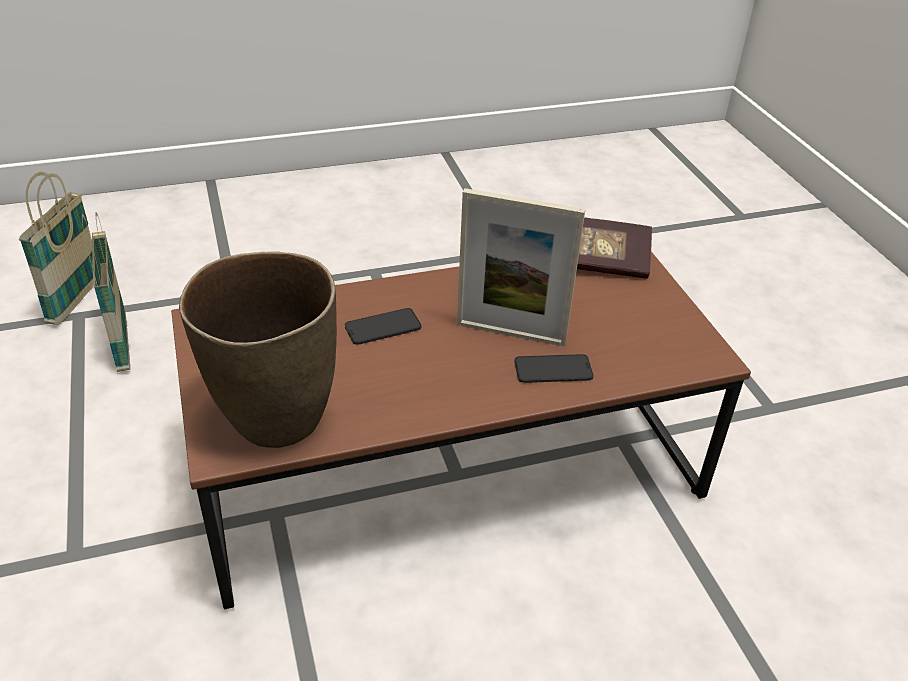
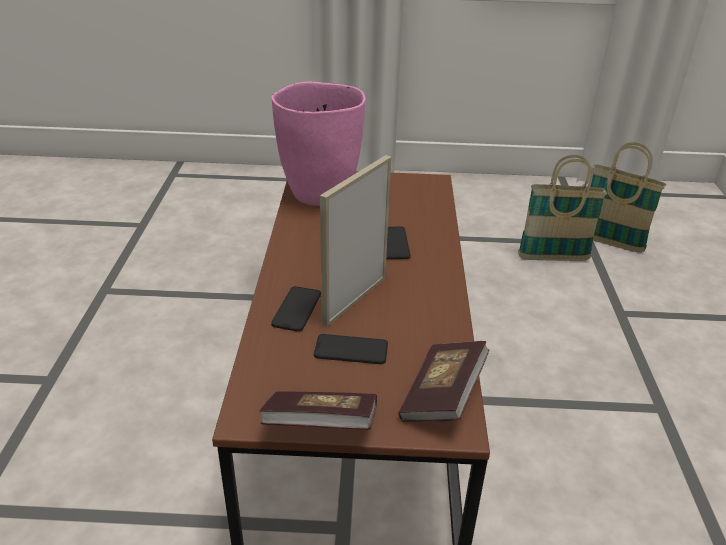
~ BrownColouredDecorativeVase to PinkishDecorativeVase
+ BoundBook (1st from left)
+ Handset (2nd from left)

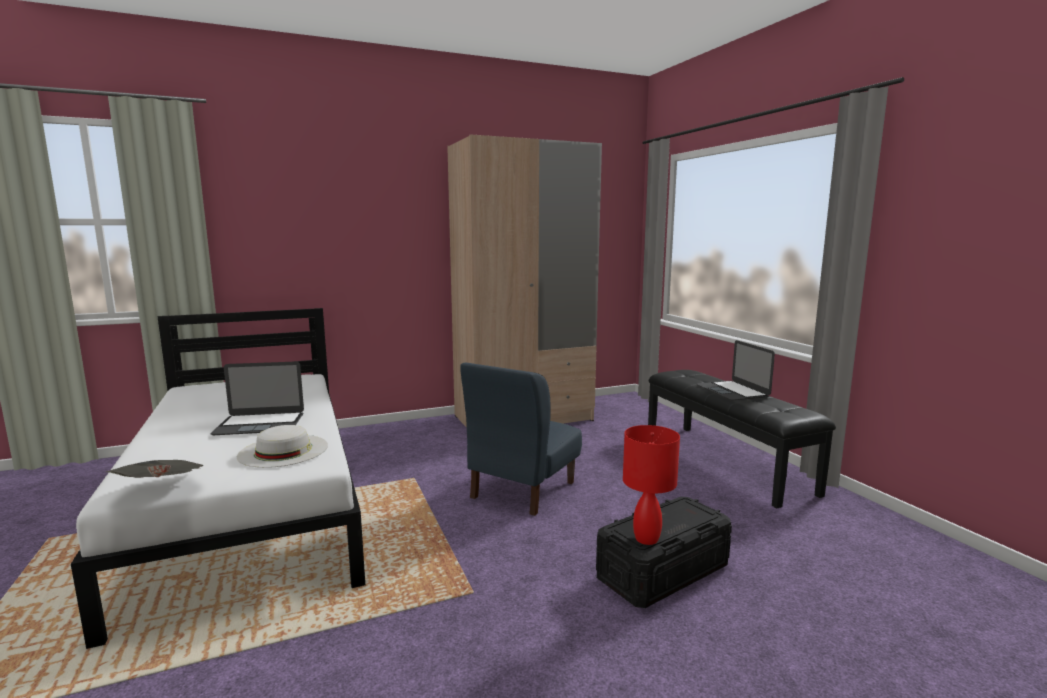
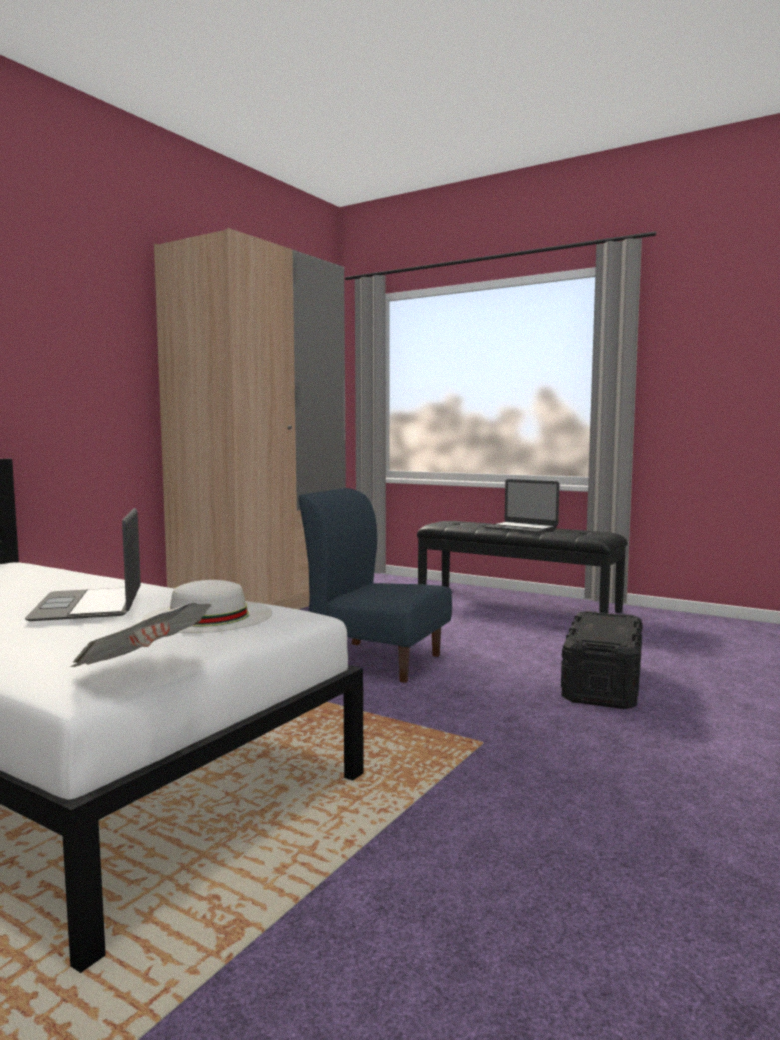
~ PortableComputer (1st from left) 120 degrees clockwise
~ BlueUprightChair 120 degrees clockwise
- RedColouredLampForATable

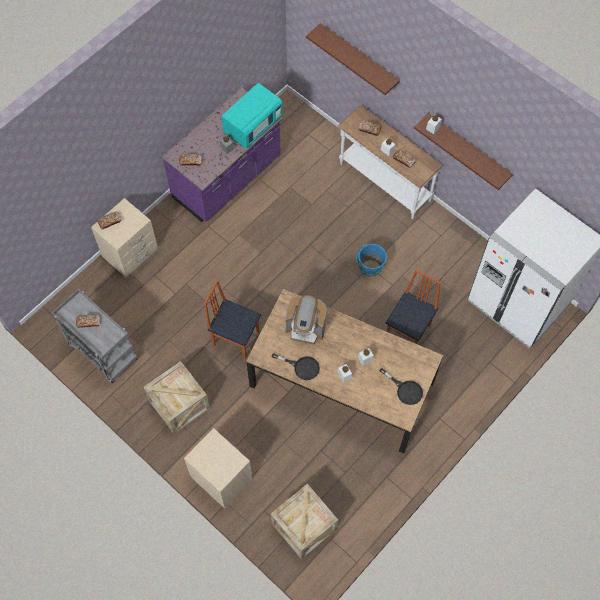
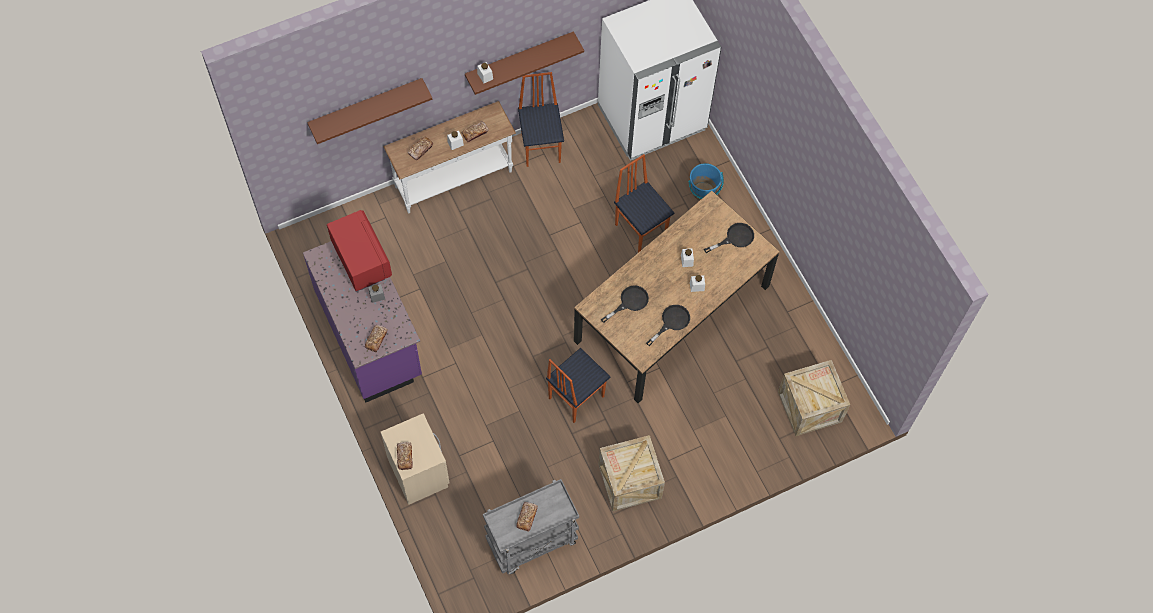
- BeigeBedsideTable (2nd from left)
~ TurquoiseColouredKitchenMicrowave to RedColouredKitchenMicrowave
~ CoffeeMaker to BlackishPan (1st from left)
~ BlueBucket
+ UprightChair (1st from left)

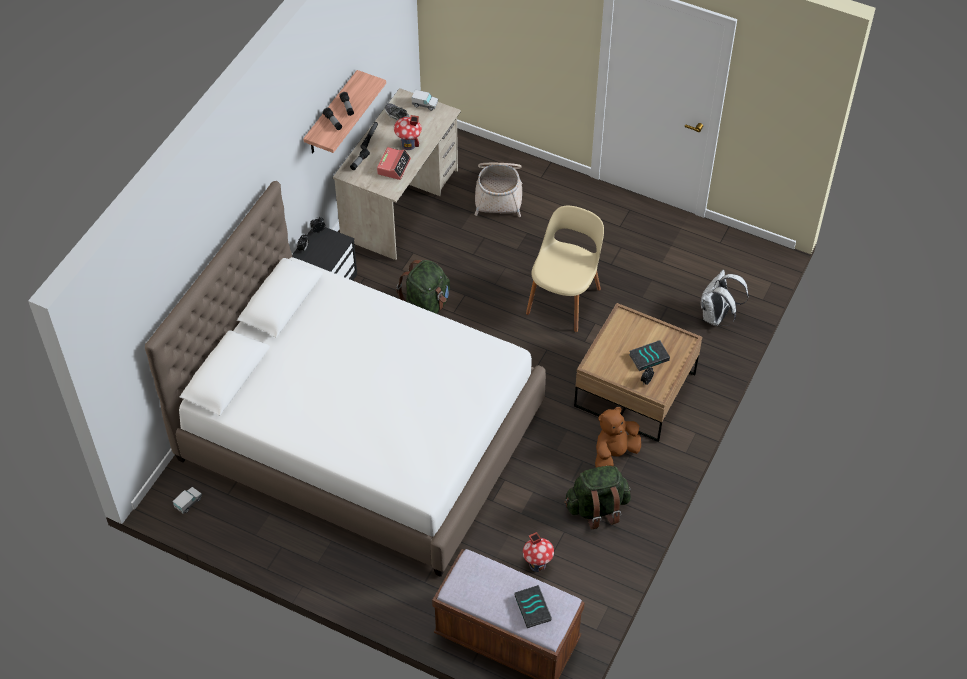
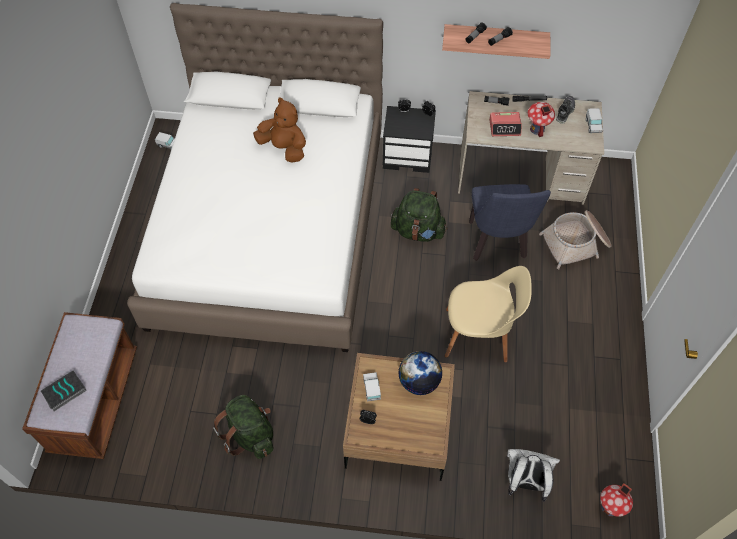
~ ToyHouse (2nd from left)
~ BrownColouredPlushToy
- BoundBook (2nd from left)
+ ToyLorry (2nd from left)
+ WorldGlobe
+ BlueUprightChair

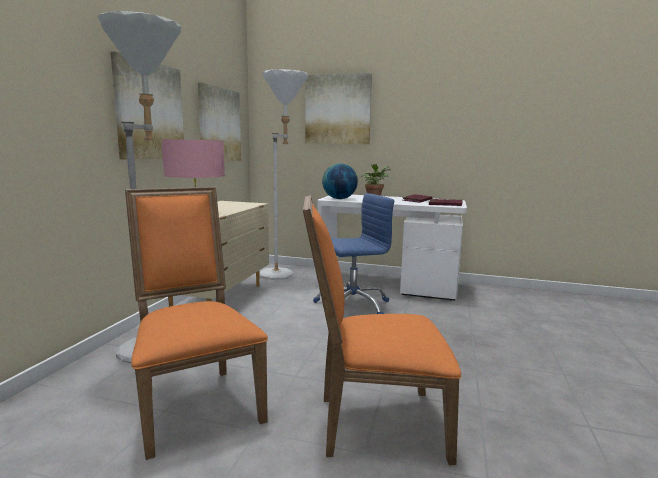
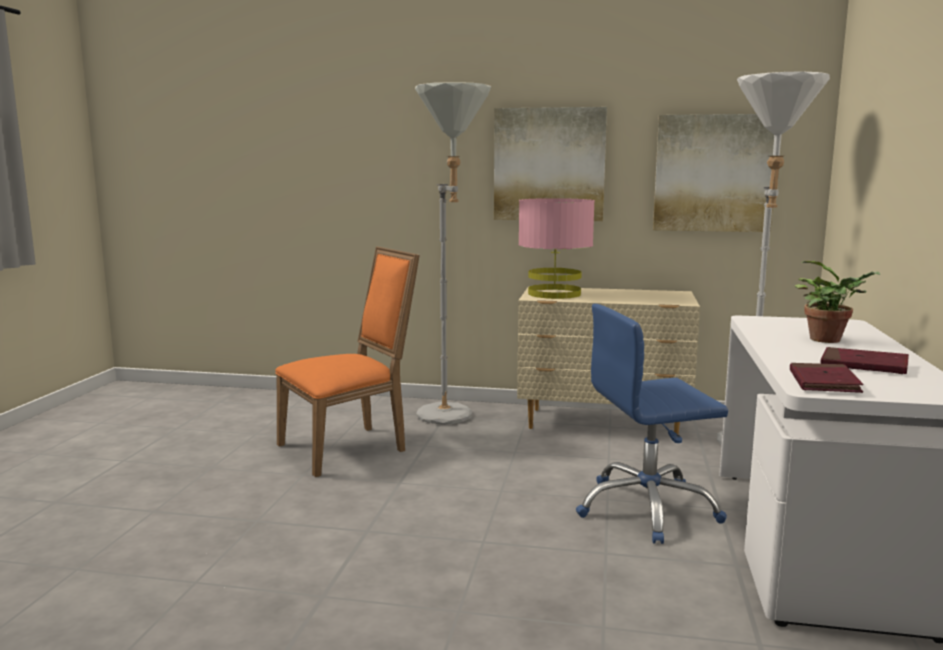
- OrangeUprightChair (2nd from left)
- WallArt (3rd from left)
~ BlueDeskChair 105 degrees clockwise
- WorldGlobe

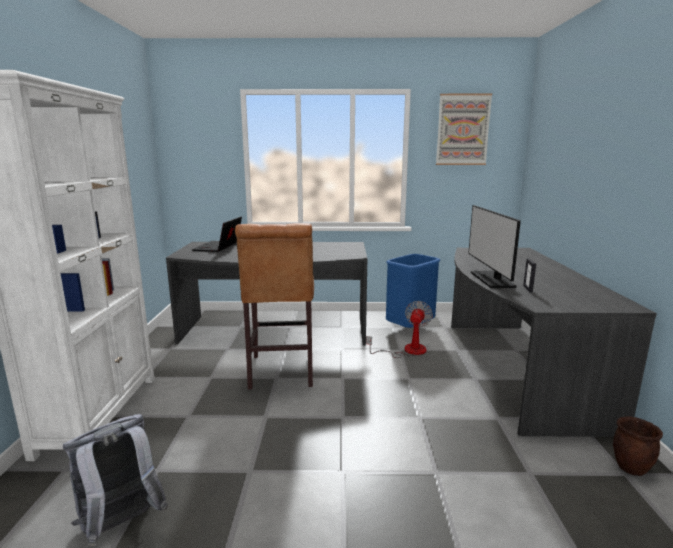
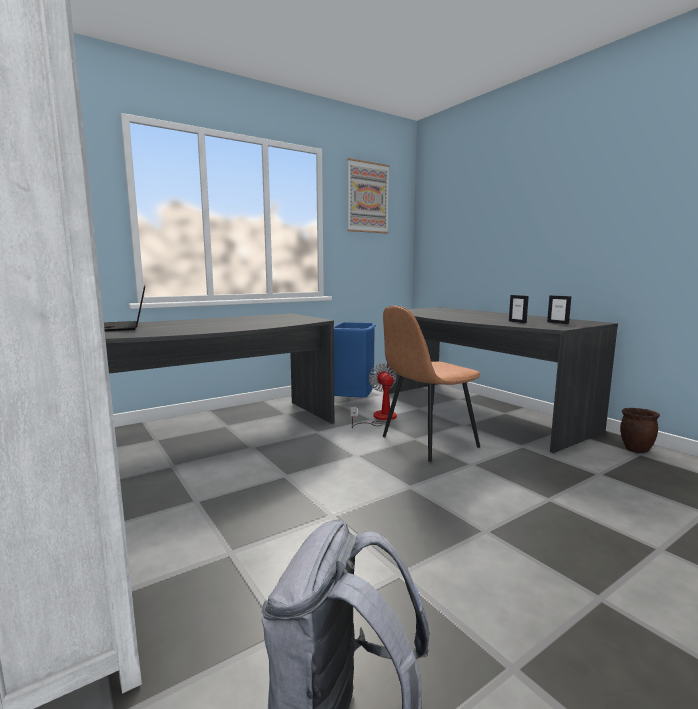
- BrownColouredSittingStool
- ComputerScreen
+ BrownColouredUprightChair
+ PictureFrame (2nd from left)

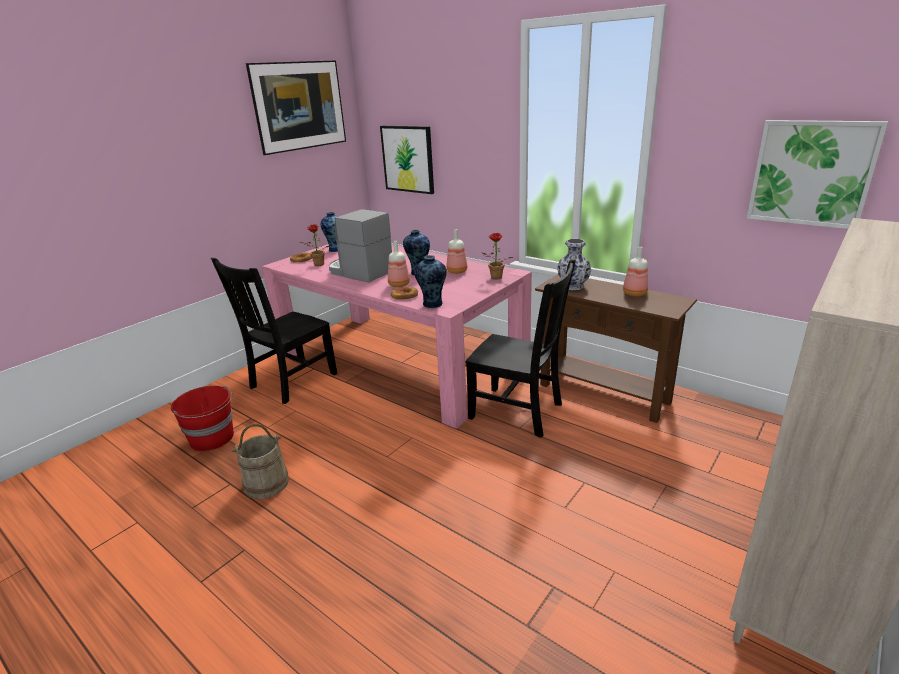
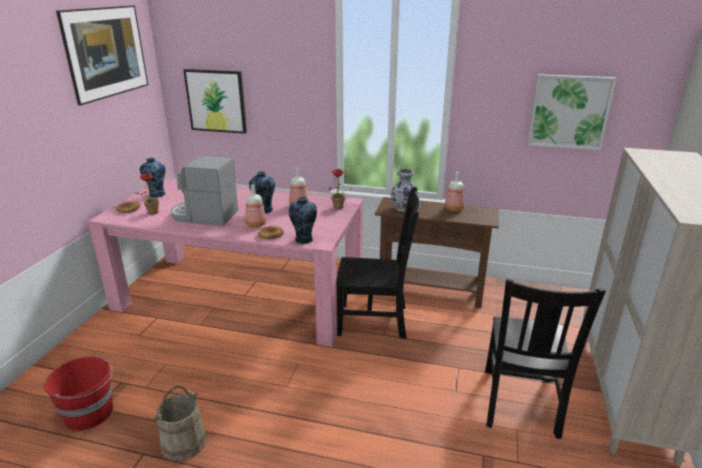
~ BlackishUprightChair (1st from left in the first image) to BlackishUprightChair (2nd from left)

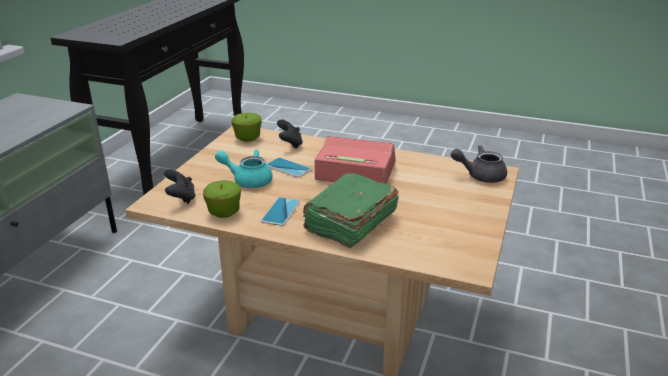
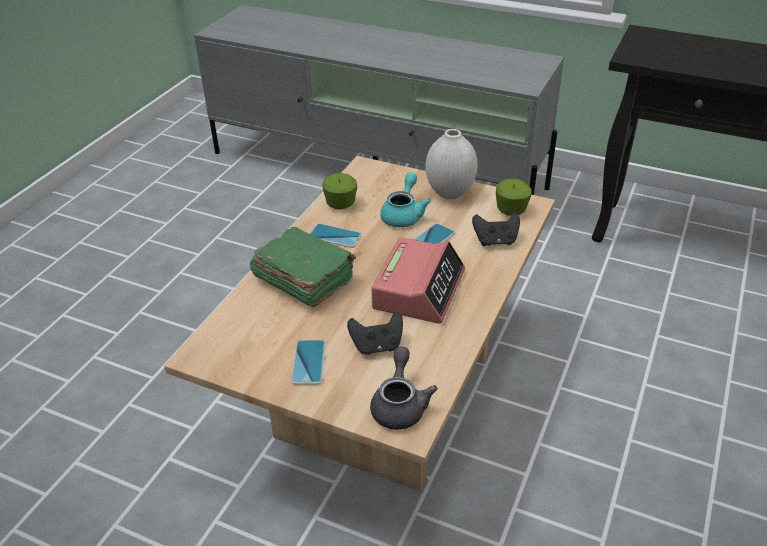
~ BlackishGamepad (1st from left)
+ Handset (1st from left)
+ WhitishDecorativeVase

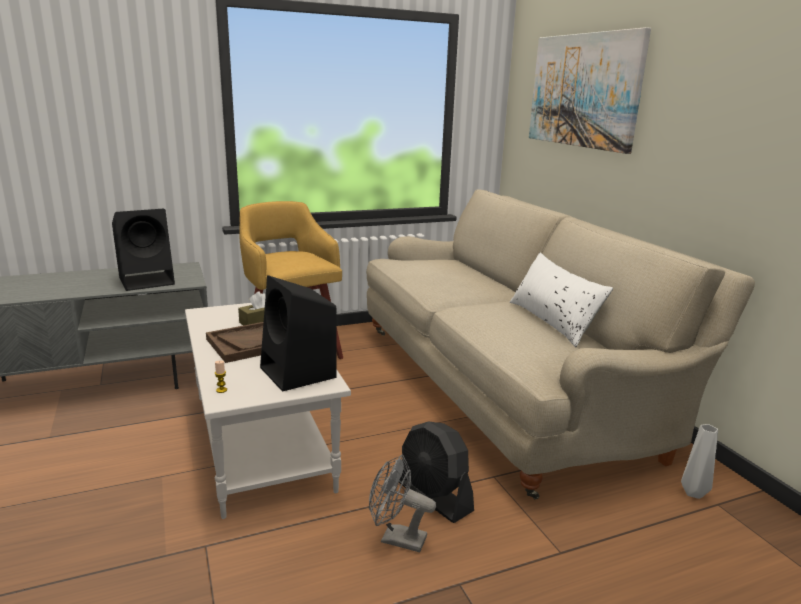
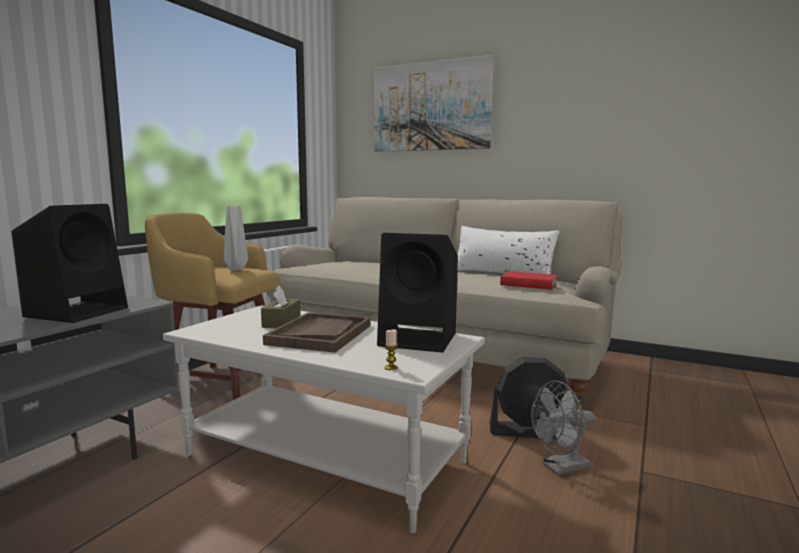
~ GreyDecorativeVase
+ RedColouredBoundBook

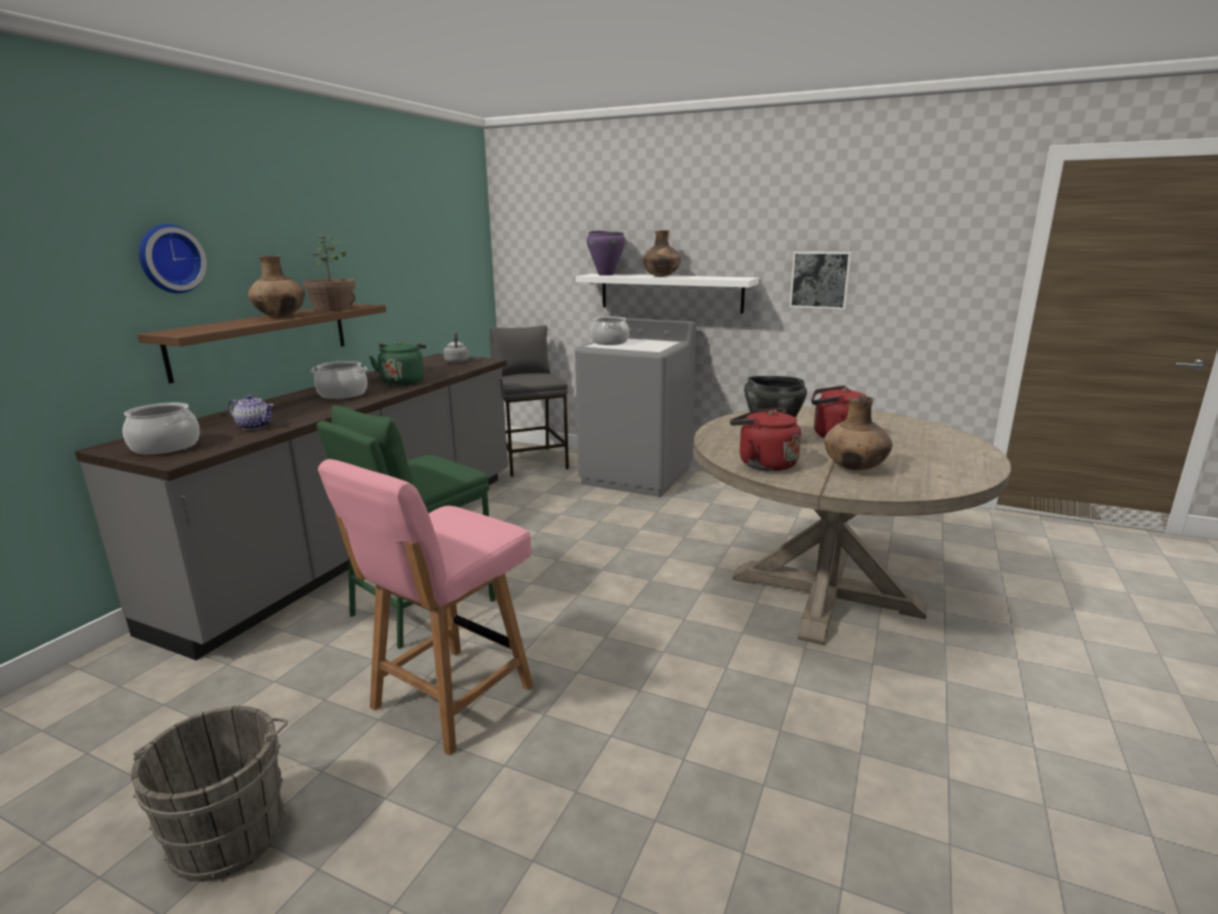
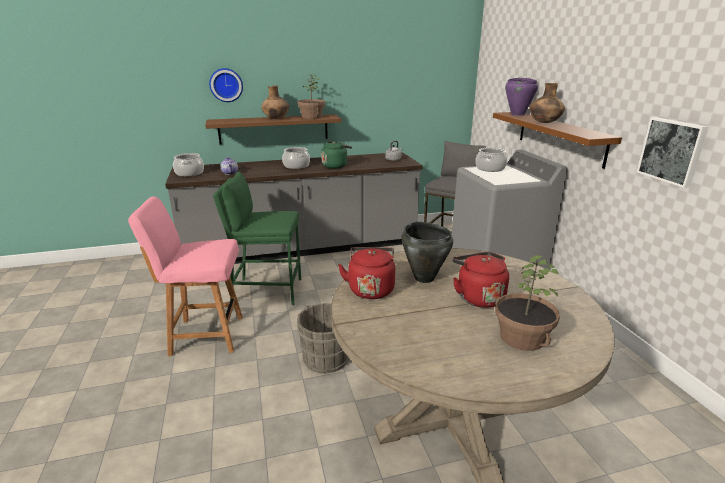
~ GreyBucket
~ WhitishShelf to BrownColouredShelf (2nd from left)
- BrownColouredDecorativeVase (3rd from left)
+ PlantInAPot (2nd from left)

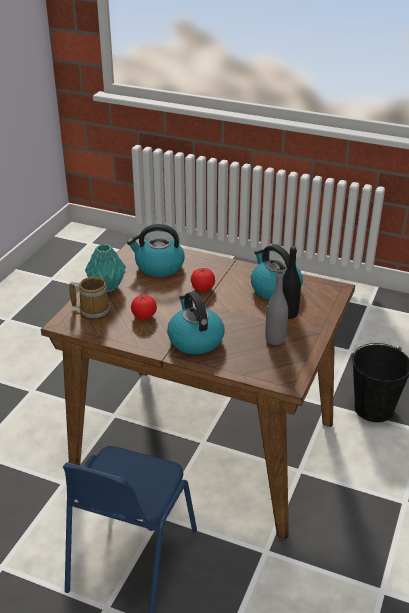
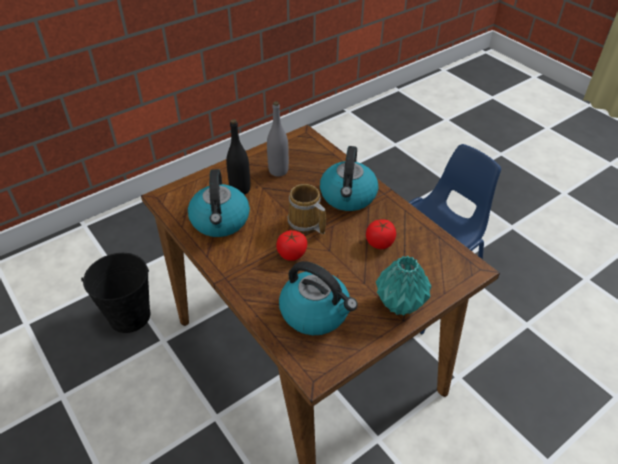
~ Mug

